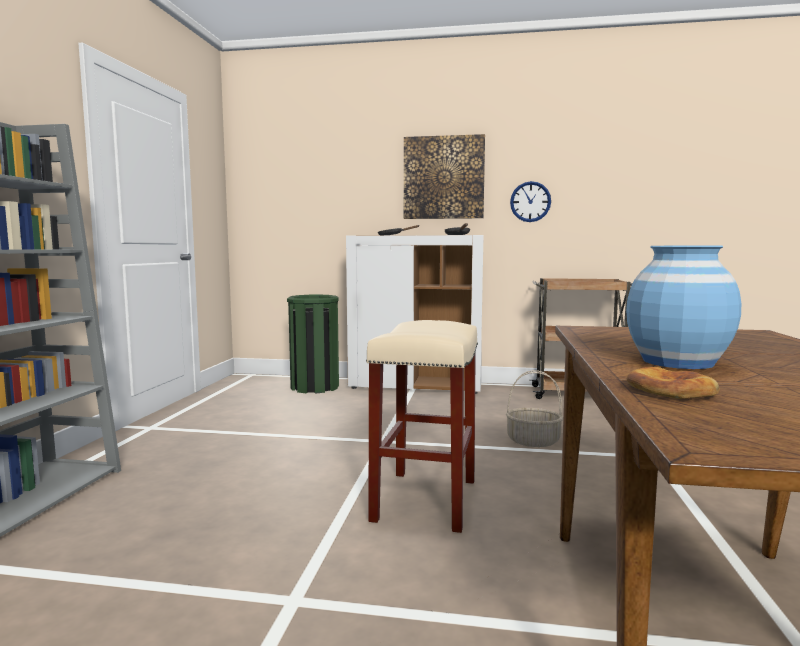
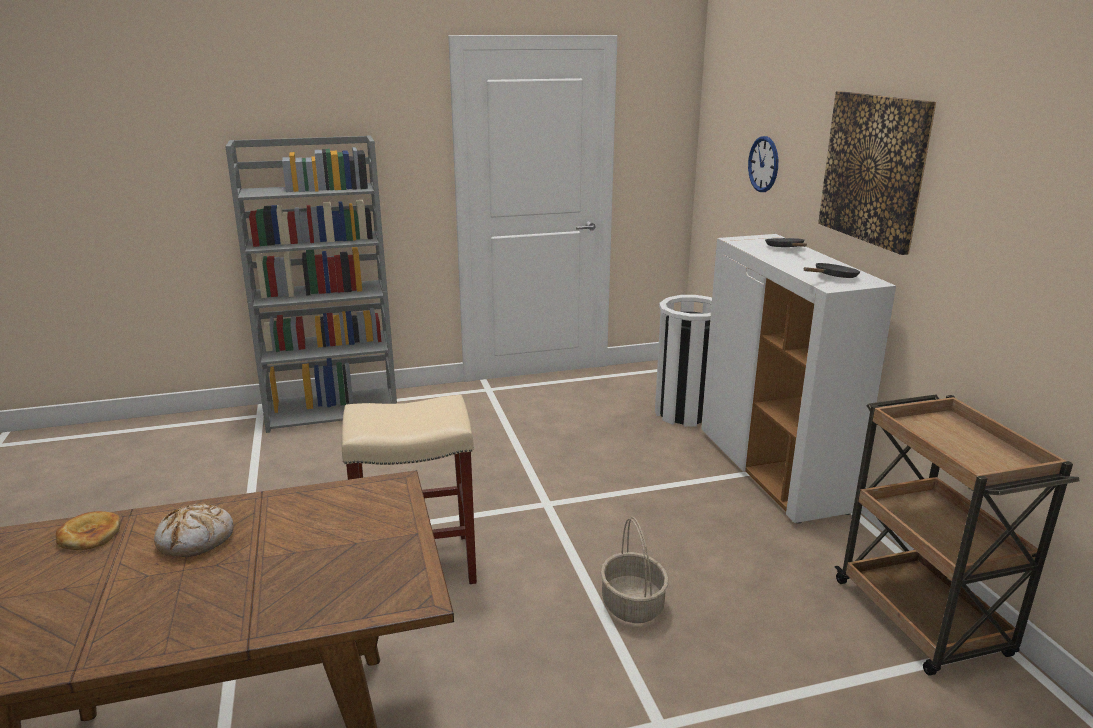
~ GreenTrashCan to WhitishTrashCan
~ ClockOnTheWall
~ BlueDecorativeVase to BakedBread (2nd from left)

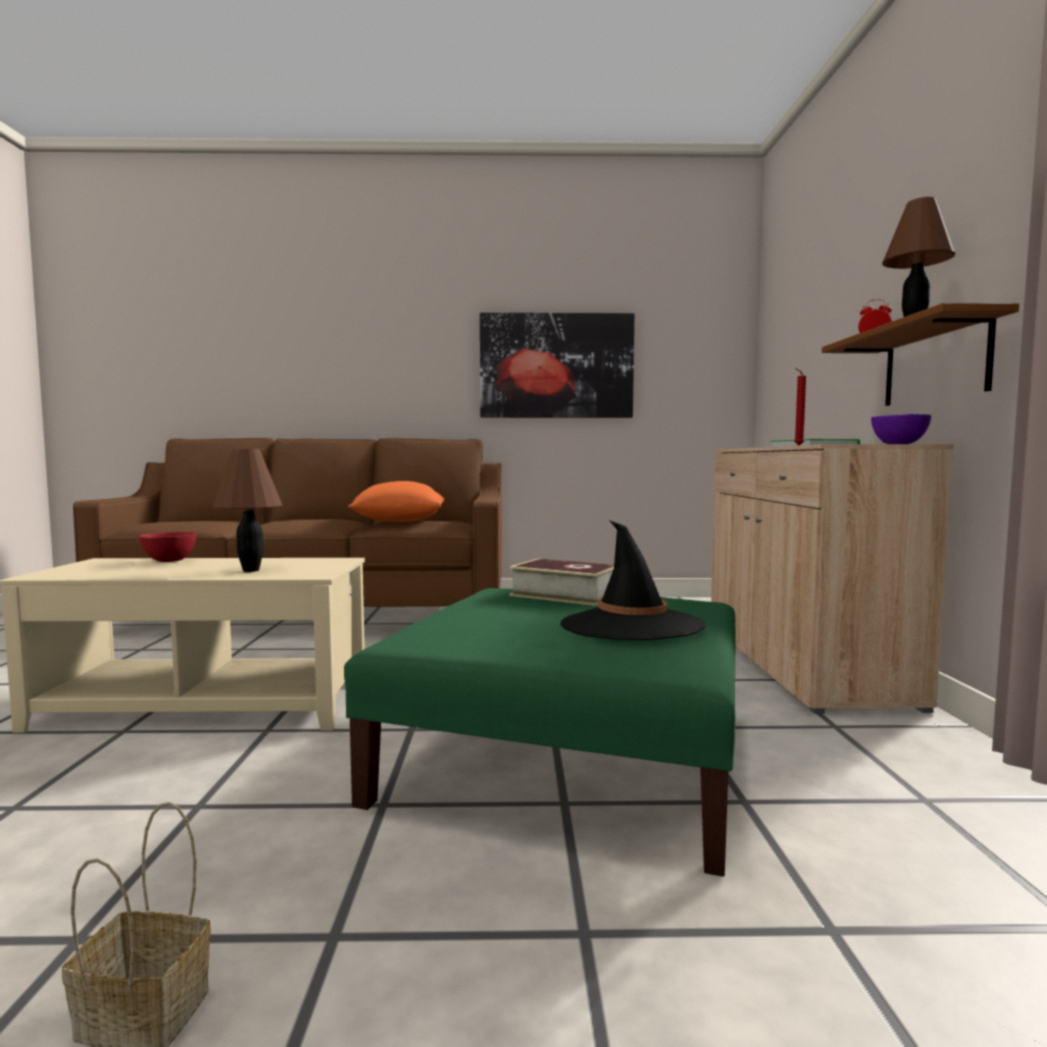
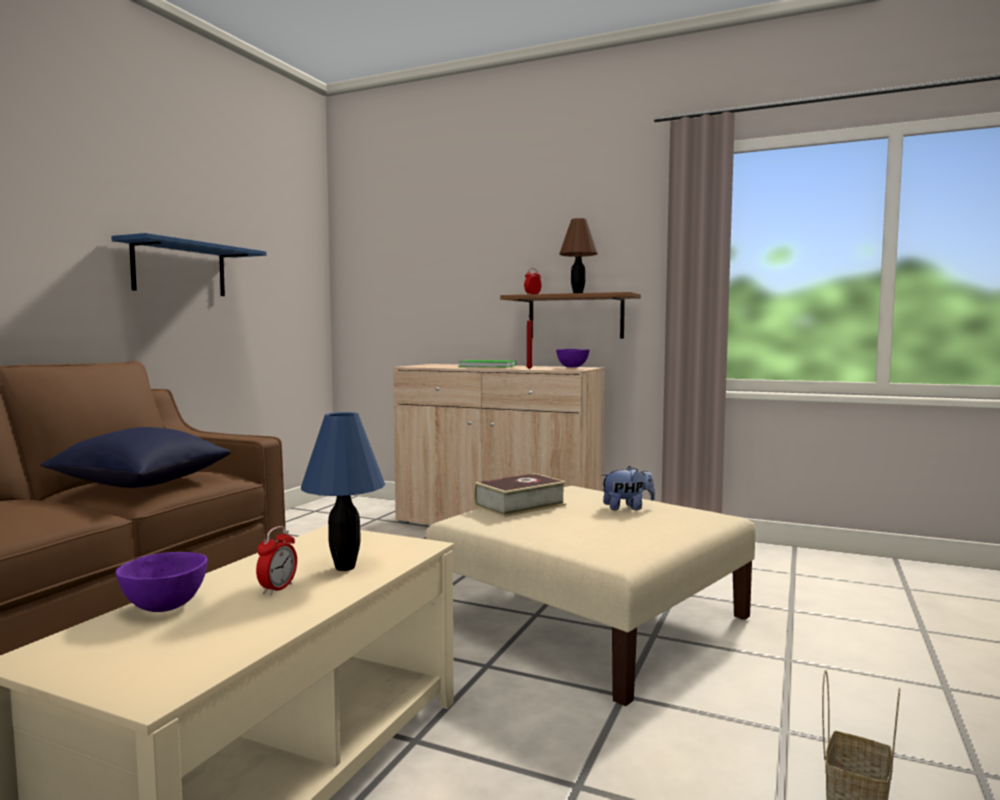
~ RedColouredBowl to PurpleBowl (1st from left)
~ BrownColouredLampForATable (1st from left) to BlueLampForATable
~ GreenOttoman to BeigeOttoman
~ OrangeCushion to BlueCushion
~ WallArt to BlueShelf
~ BlackishClothingHat to PlushToy
+ BedsideClock (1st from left)

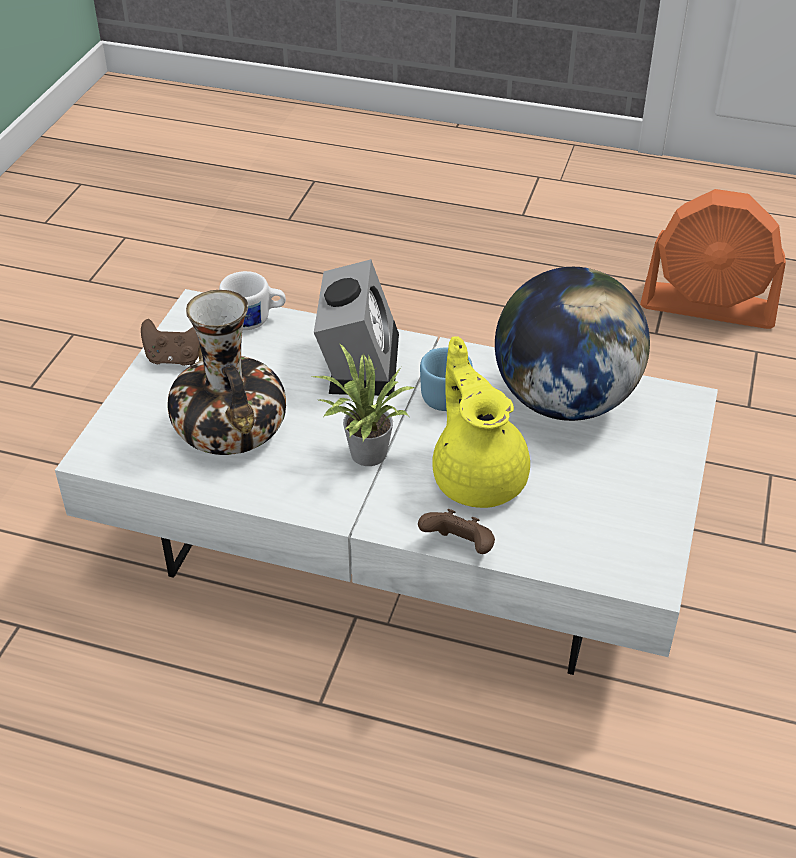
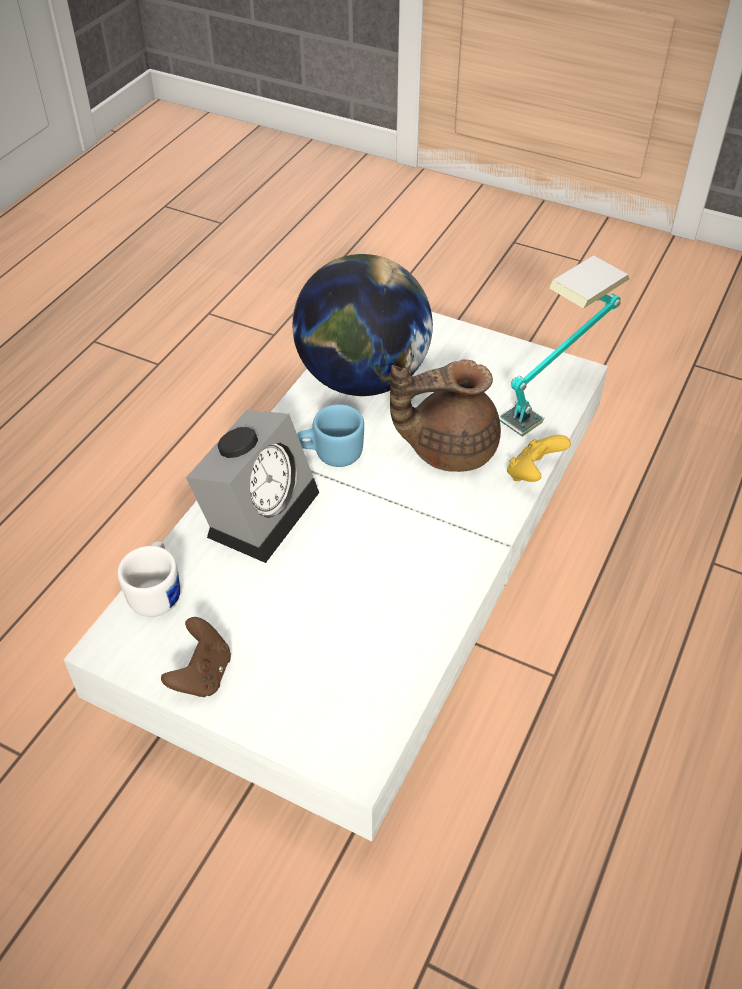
- DecorativeVase
- PlantInAPot
~ BedsideClock 105 degrees clockwise
~ BrownColouredGamepad (2nd from left) to YellowGamepad
~ YellowPotForTea to BrownColouredPotForTea
- OrangeFan
+ LampForATable

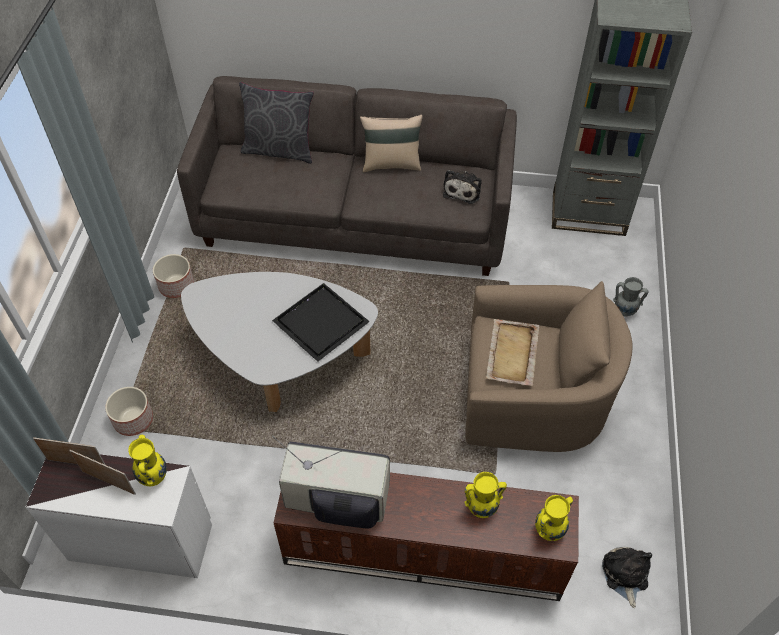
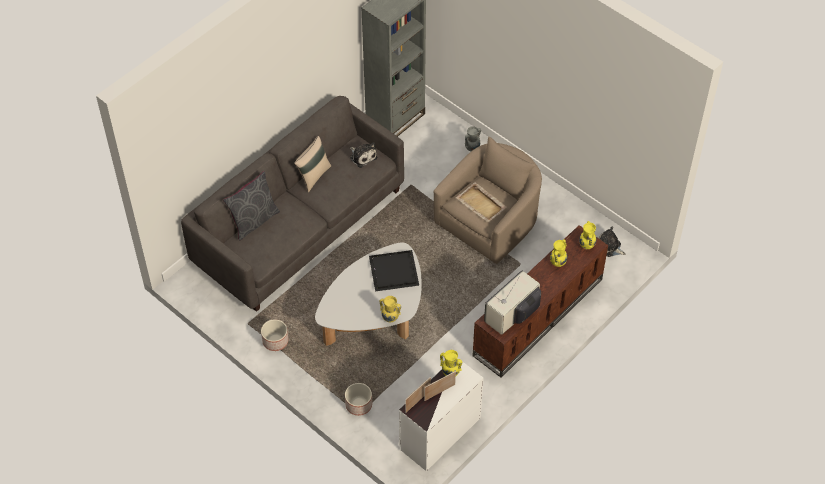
+ YellowDecorativeVase (1st from left)

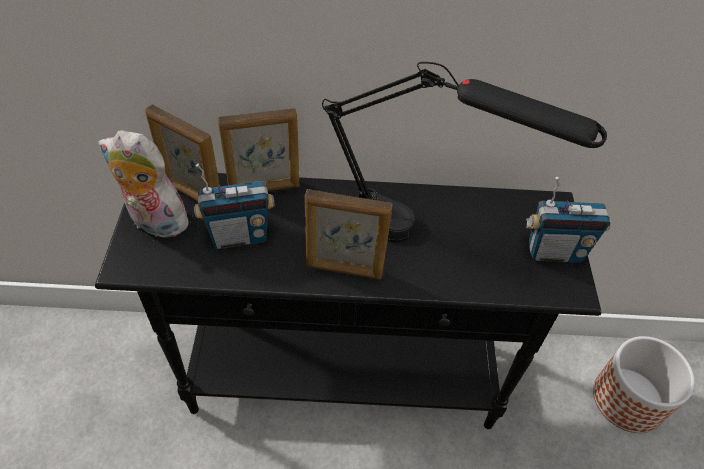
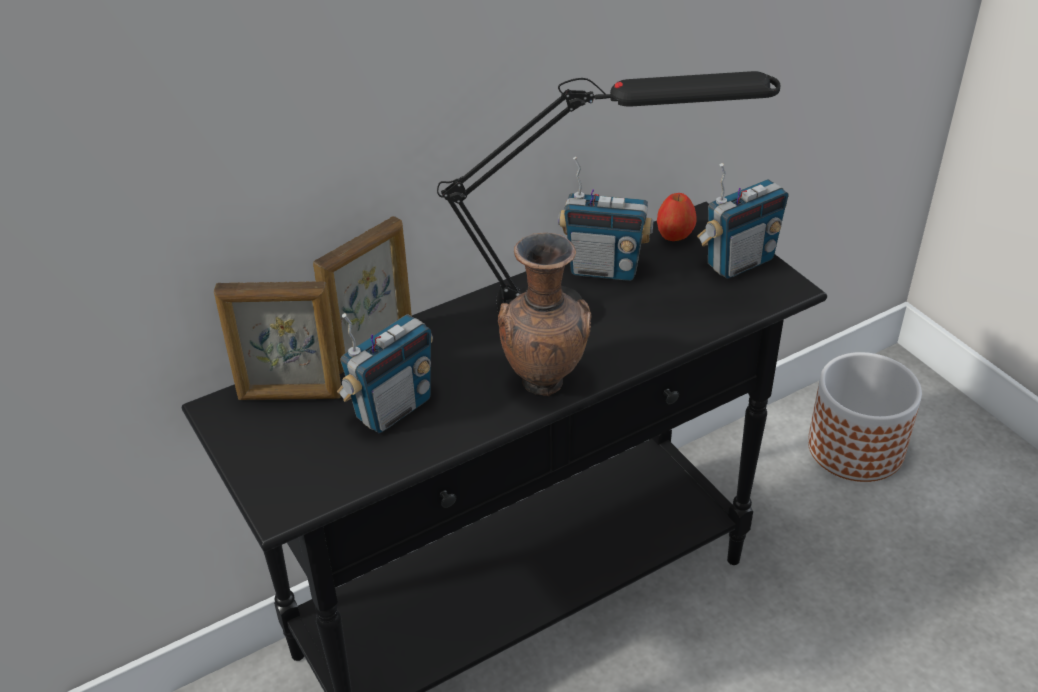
- PlushToy
~ PictureFrame (3rd from left) to BrownColouredDecorativeVase
+ RadioSet (2nd from left)
+ WholeApple

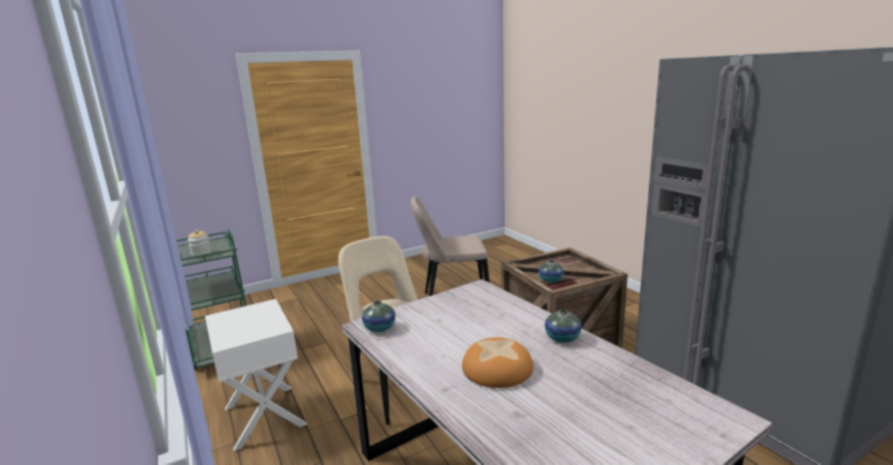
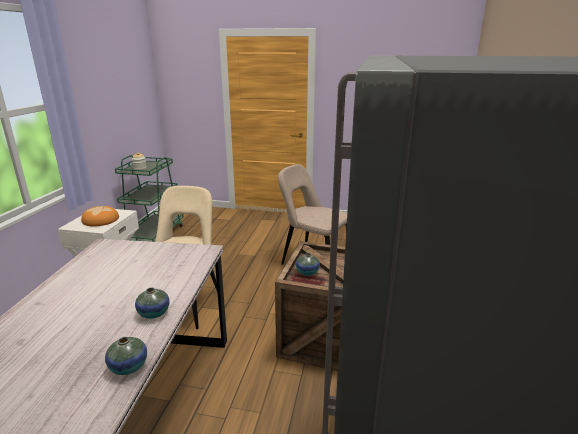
~ DecorativeVase (1st from left)
~ BakedBread

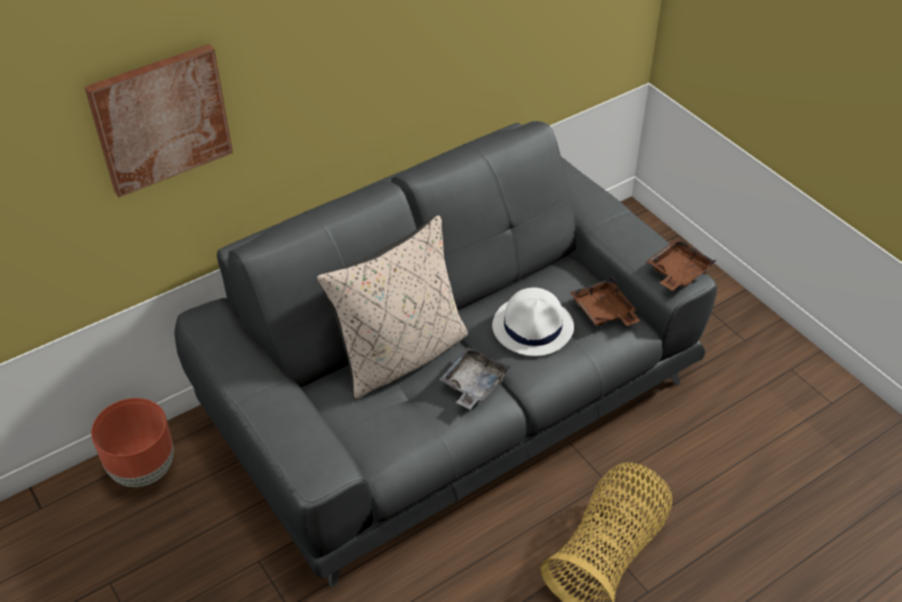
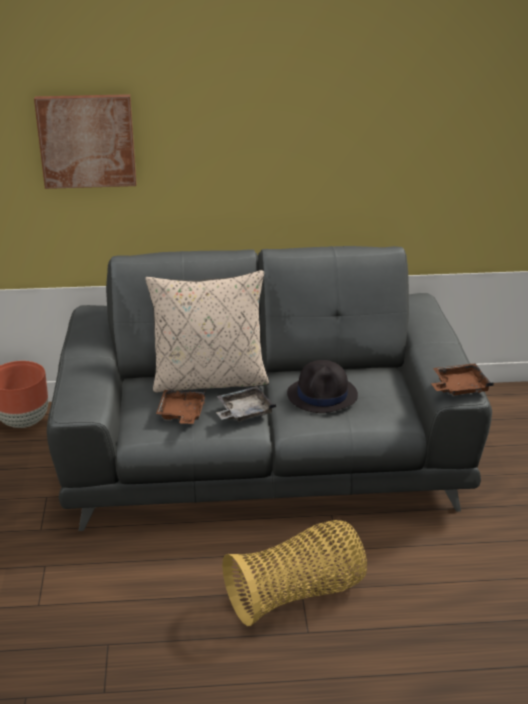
~ WhitishClothingHat to BlackishClothingHat
~ BrownColouredTray (1st from left)

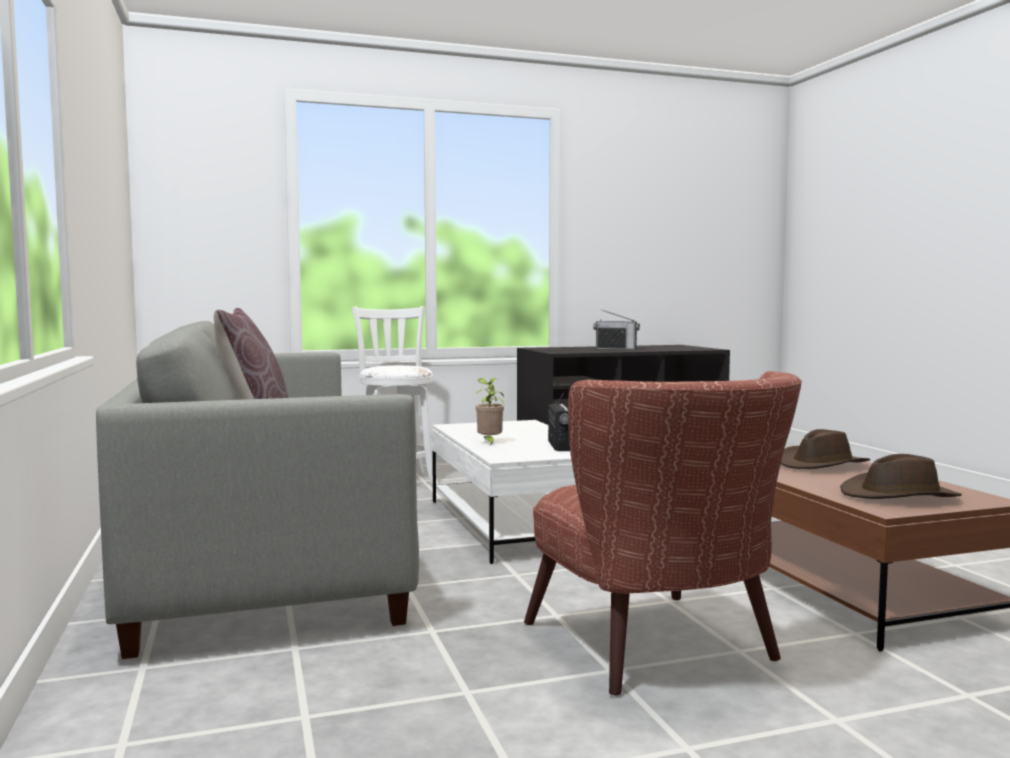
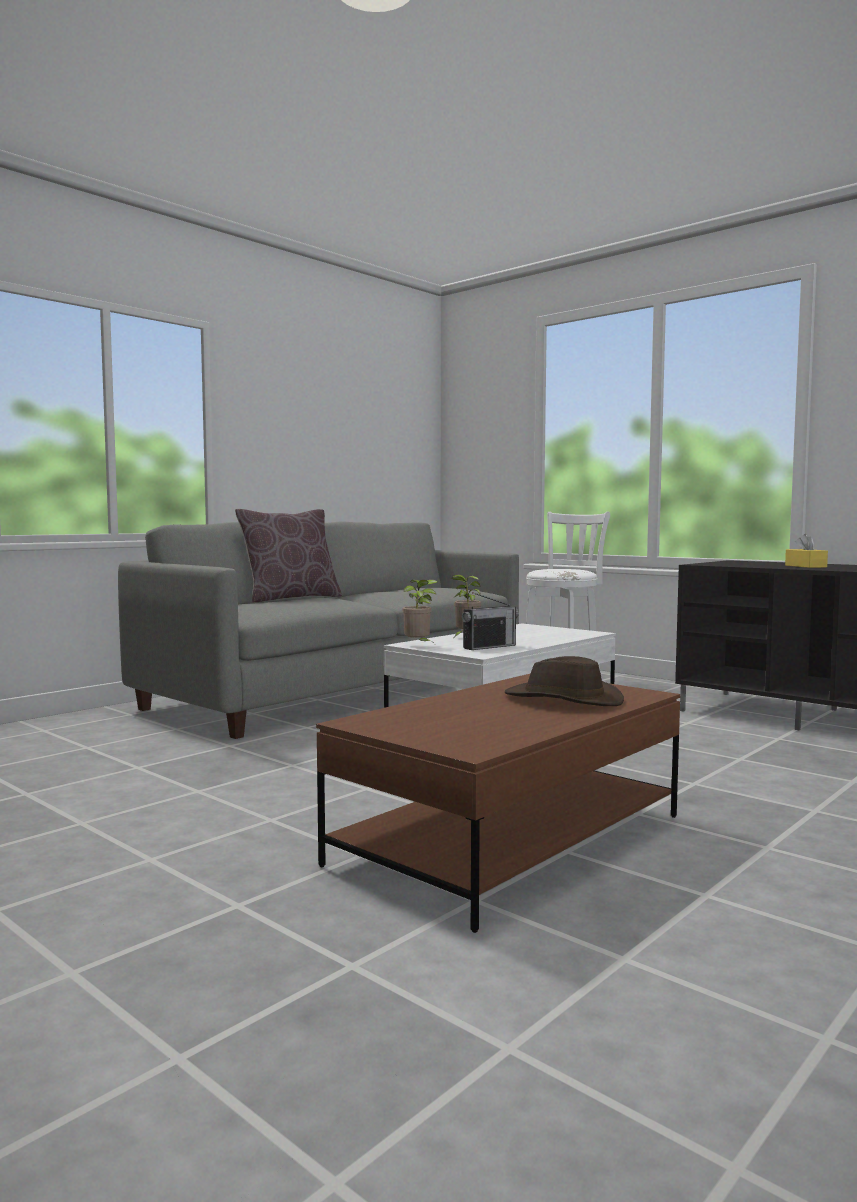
- BrownColouredEasyChair
~ RadioSet (2nd from left) to YellowTissueBox
- BrownColouredClothingHat (2nd from left)
+ PlantInAPot (1st from left)

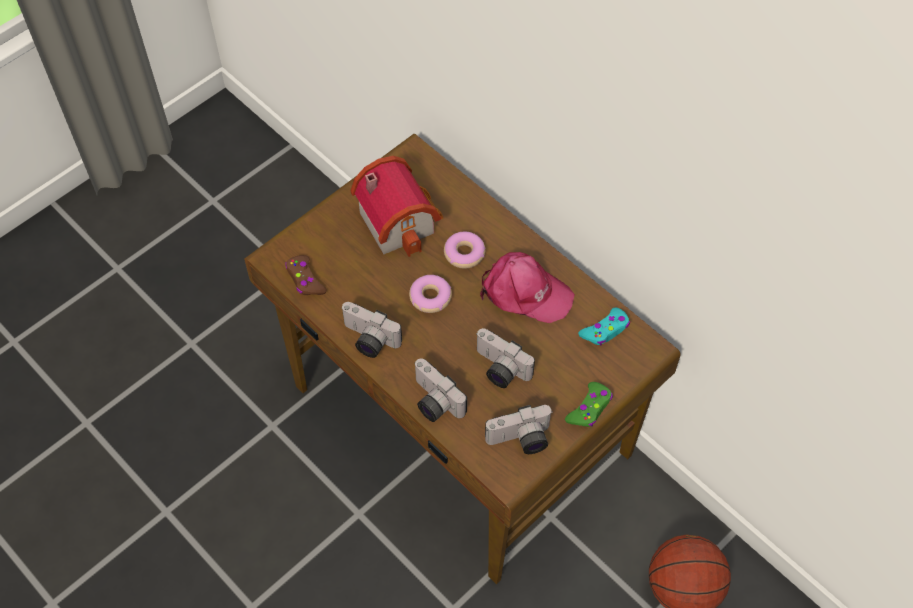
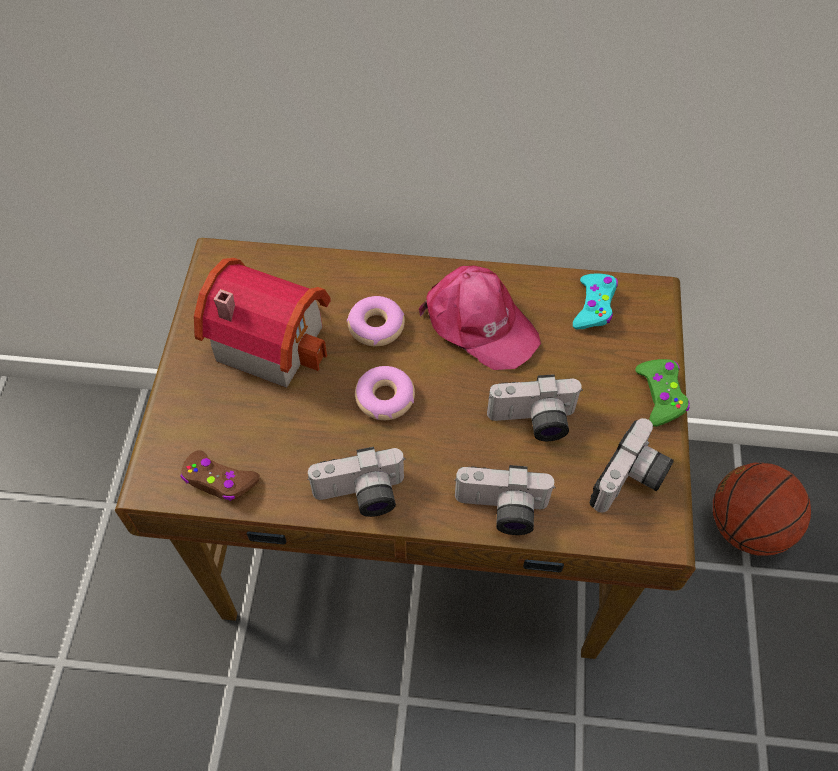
~ PinkishPeakedCap 60 degrees clockwise

